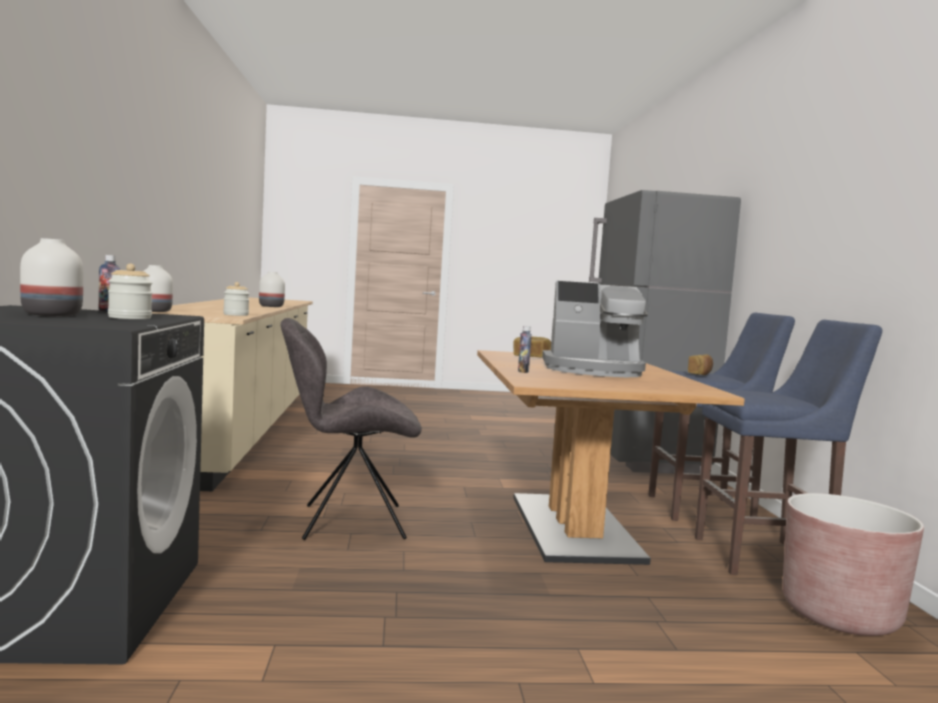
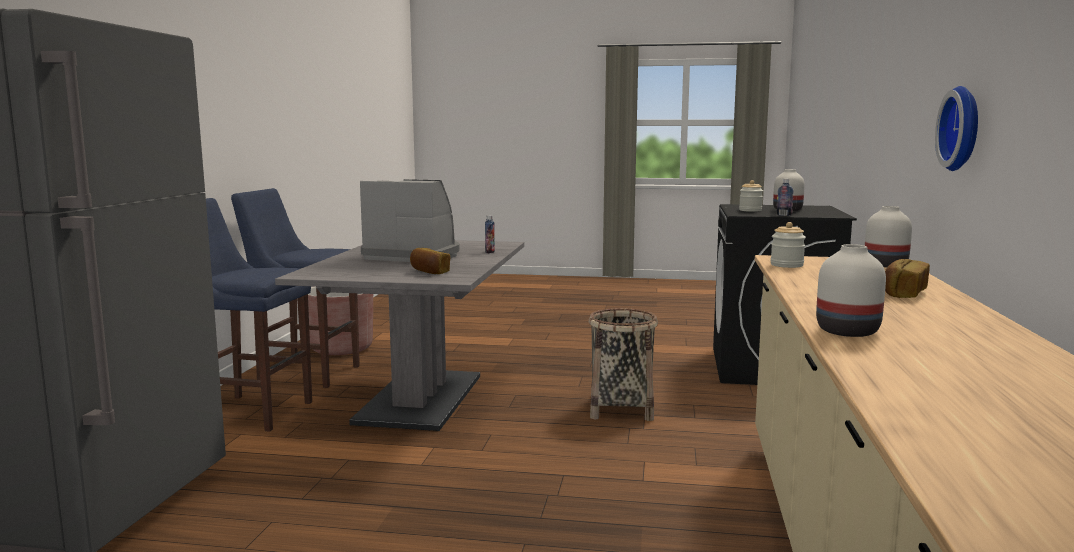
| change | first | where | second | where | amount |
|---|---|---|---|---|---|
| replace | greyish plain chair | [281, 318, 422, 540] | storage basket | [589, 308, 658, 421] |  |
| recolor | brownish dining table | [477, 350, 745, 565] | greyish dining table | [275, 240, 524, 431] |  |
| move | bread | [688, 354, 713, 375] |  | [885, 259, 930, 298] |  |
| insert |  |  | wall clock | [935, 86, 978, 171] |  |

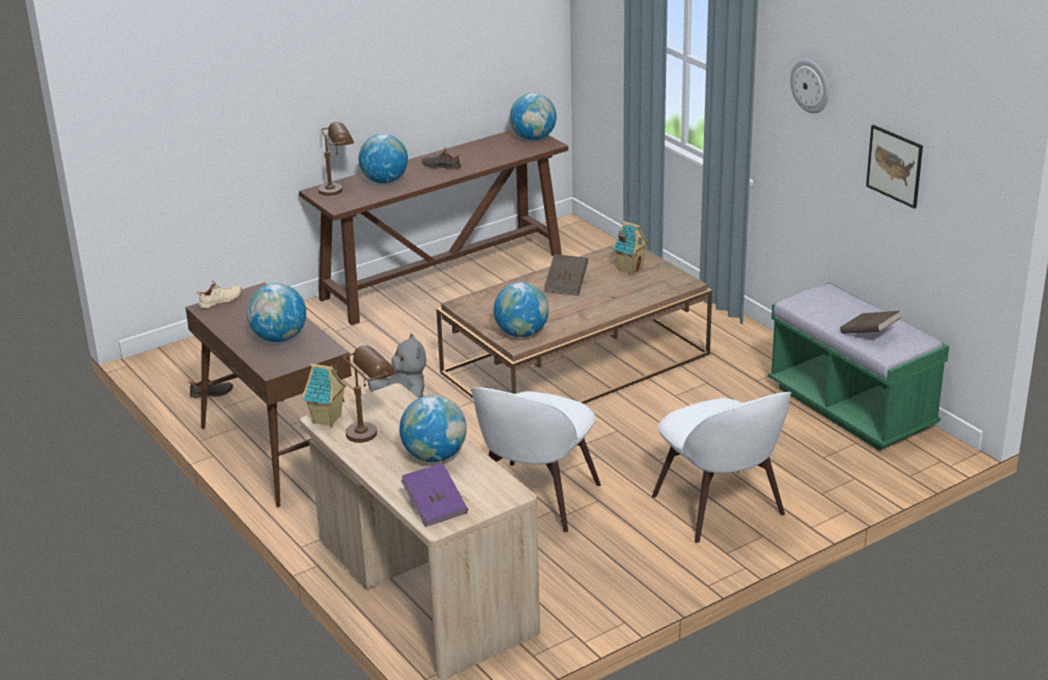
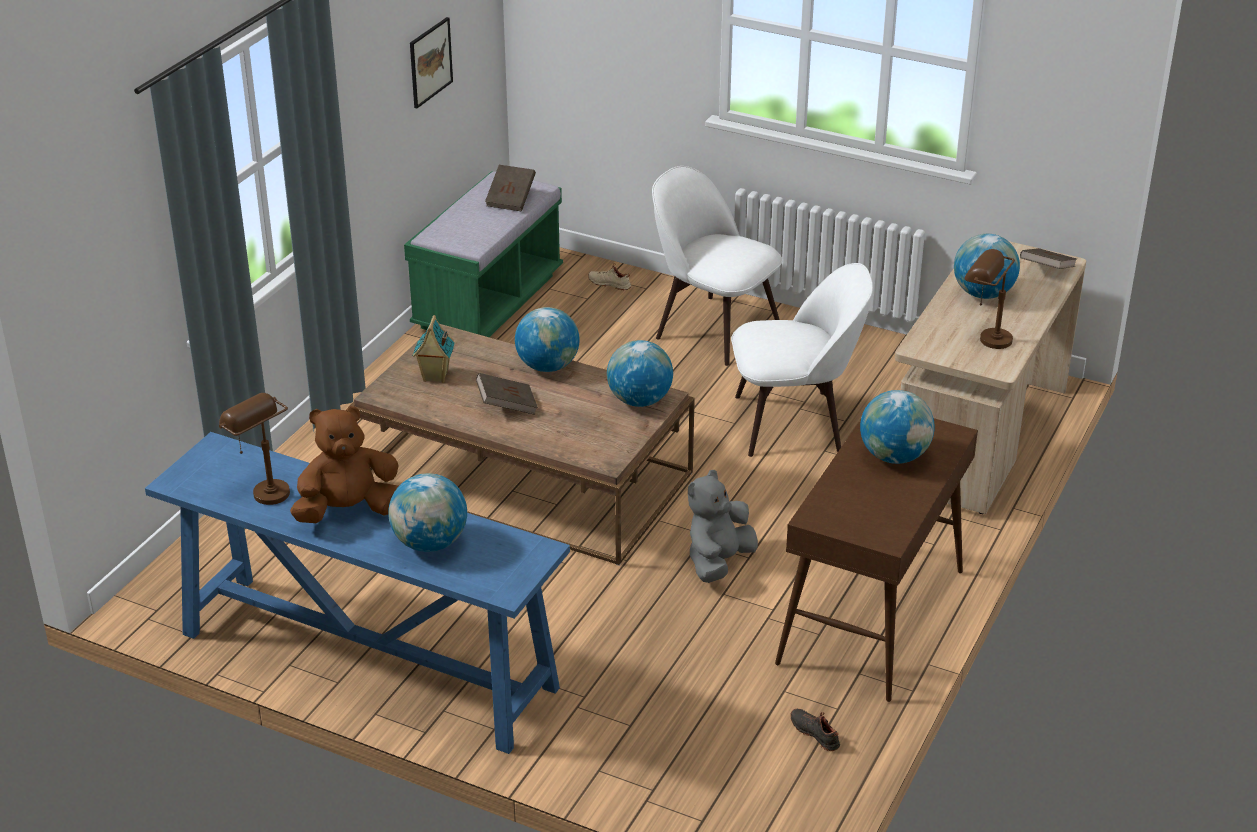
| change | first | where | second | where | amount |
|---|---|---|---|---|---|
| move | beige shoe | [197, 281, 242, 309] |  | [588, 263, 631, 291] |  |
| recolor | brownish console table | [299, 129, 568, 325] | blue-coloured console table | [145, 432, 570, 754] |  |
| delete | model house | [302, 363, 347, 427] |  |  |  |
| move | brownish tabletop lamp | [318, 122, 354, 196] |  | [219, 393, 290, 505] |  |
| recolor | purple-coloured bound book | [401, 463, 468, 527] | brownish bound book | [1020, 248, 1077, 269] |  |
| replace | black-coloured shoe | [422, 147, 461, 170] | brownish cuddly toy | [290, 406, 399, 523] |  |
| move | world globe | [510, 93, 557, 140] |  | [515, 307, 580, 372] |  |
| rotate | white-coloured plain chair | [652, 392, 791, 543] |  | [652, 166, 782, 366] | 90 degrees counterclockwise |
| delete | wall clock | [790, 59, 829, 113] |  |  |  |

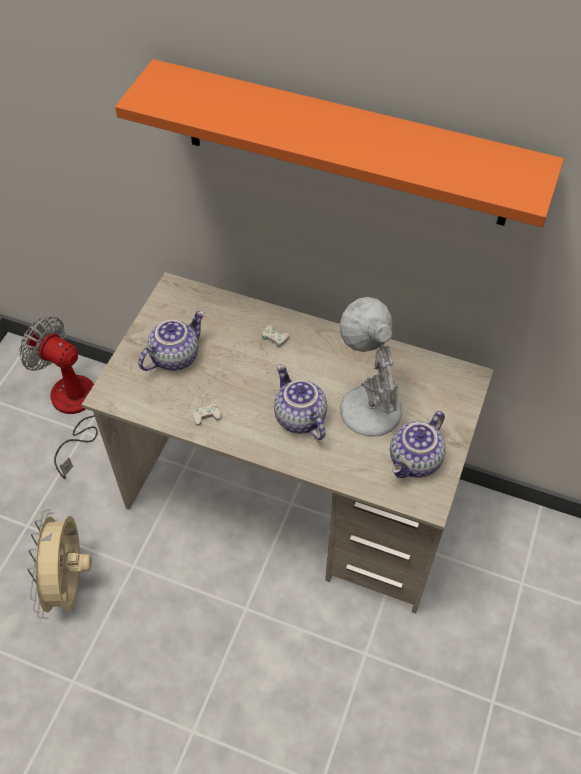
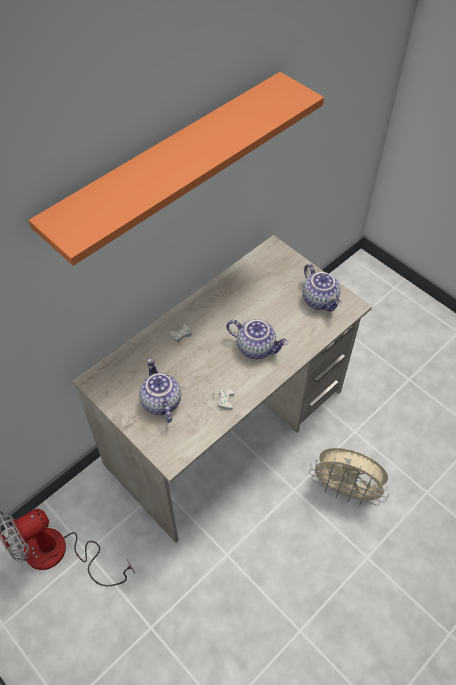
| change | first | where | second | where | amount |
|---|---|---|---|---|---|
| move | beige fan | [27, 510, 92, 619] |  | [309, 448, 389, 506] |  |
| rotate | tea pot | [274, 364, 327, 440] |  | [226, 319, 288, 359] | 150 degrees counterclockwise |
| delete | white-coloured tabletop lamp | [340, 297, 402, 437] |  |  |  |

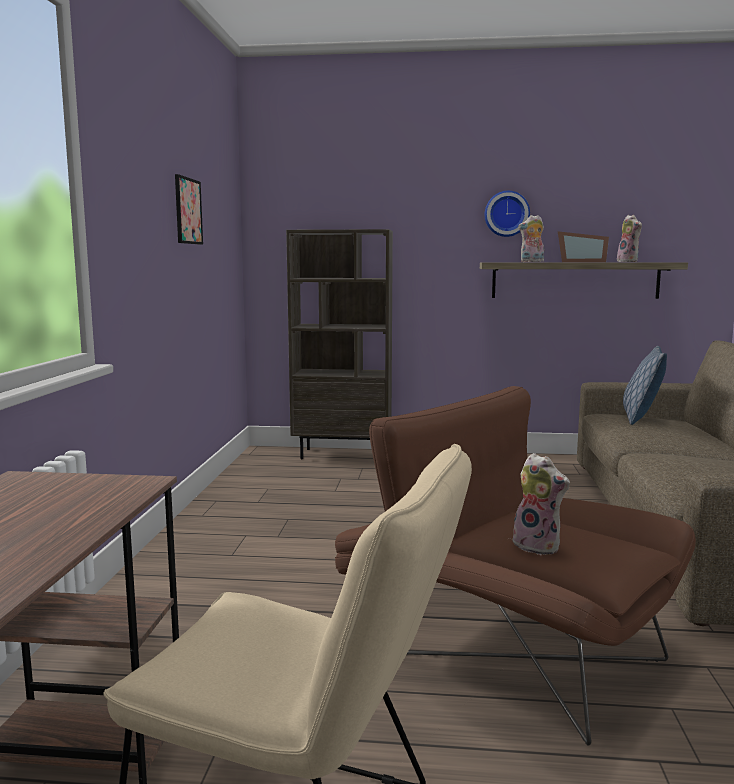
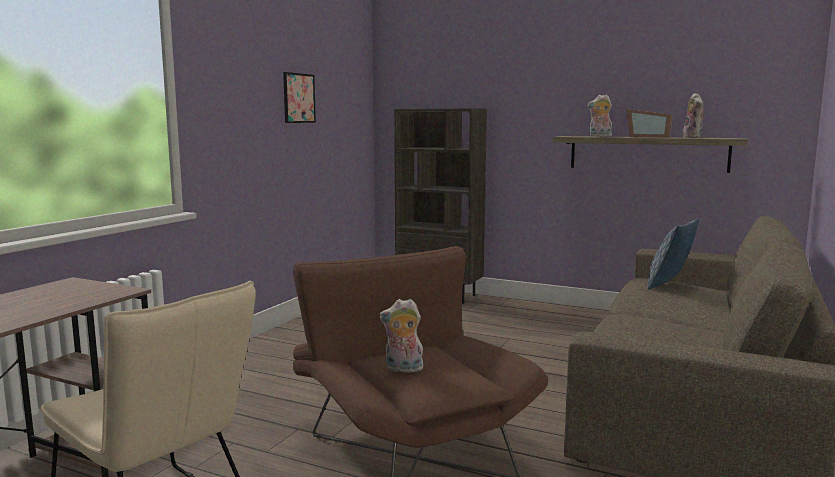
| change | first | where | second | where | amount |
|---|---|---|---|---|---|
| delete | wall clock | [485, 191, 530, 237] |  |  |  |
| rotate | cuddly toy | [510, 453, 570, 555] |  | [379, 299, 423, 373] | 120 degrees clockwise |

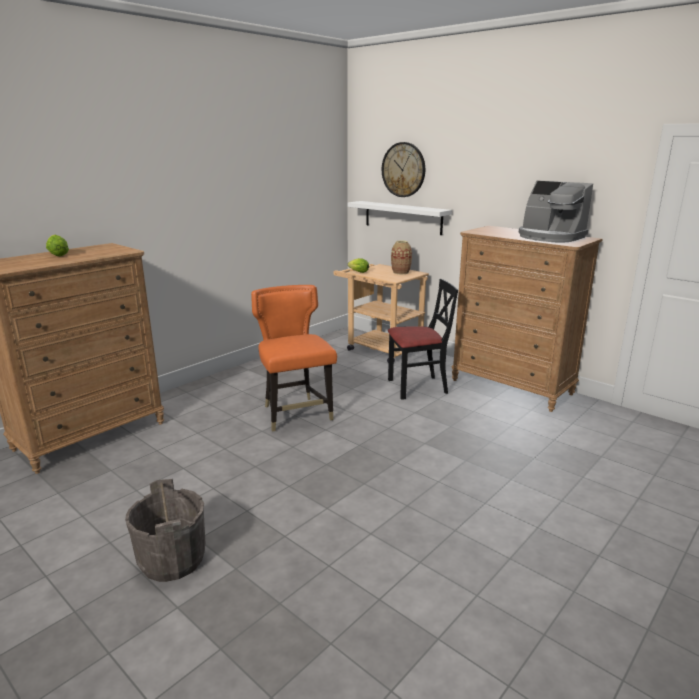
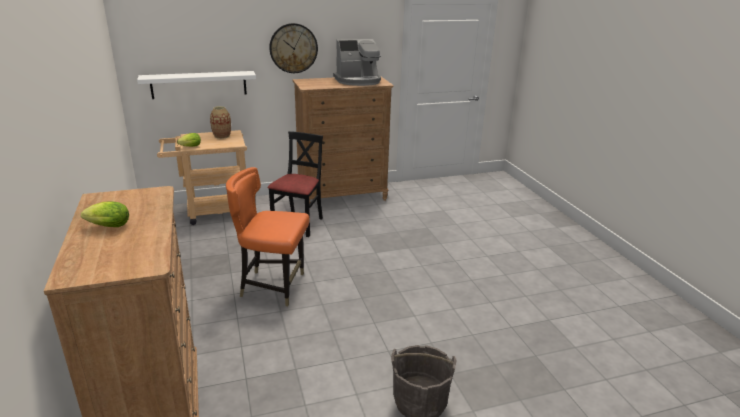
| change | first | where | second | where | amount |
|---|---|---|---|---|---|
| move | wall clock | [382, 142, 425, 197] |  | [269, 23, 318, 73] |  |

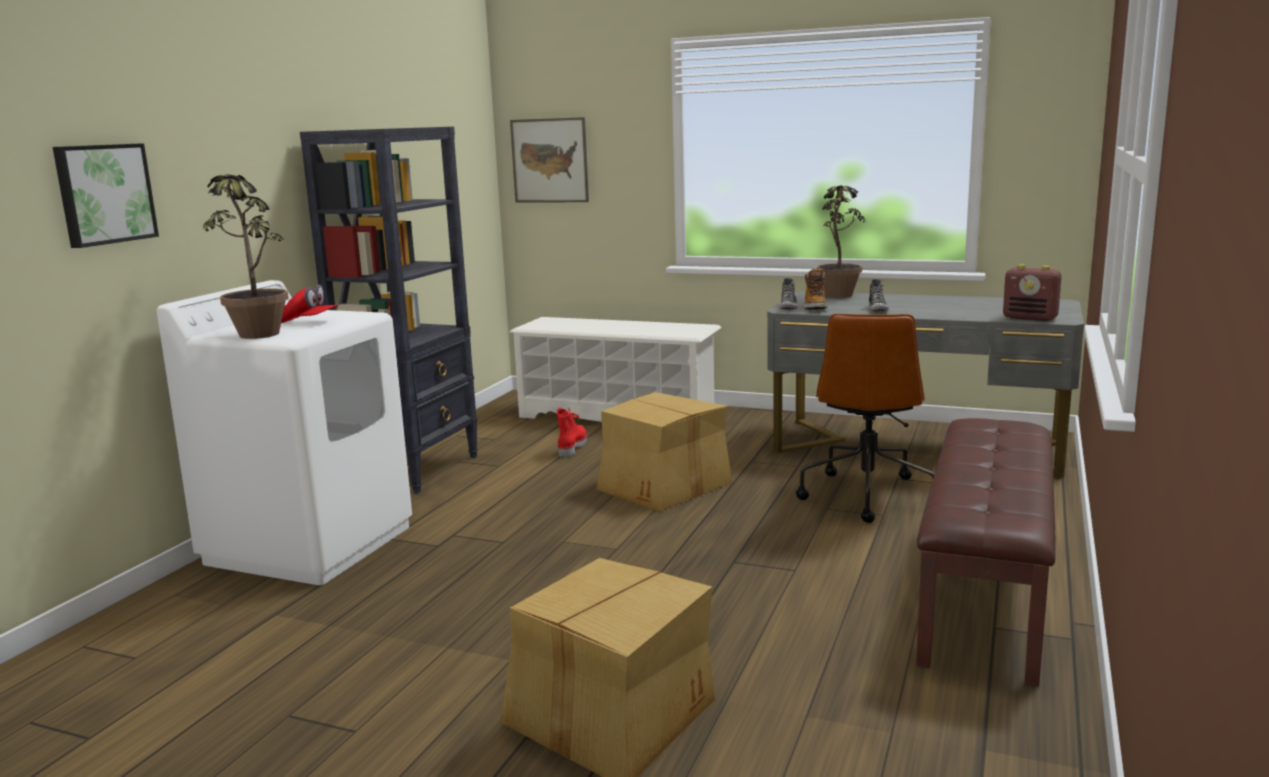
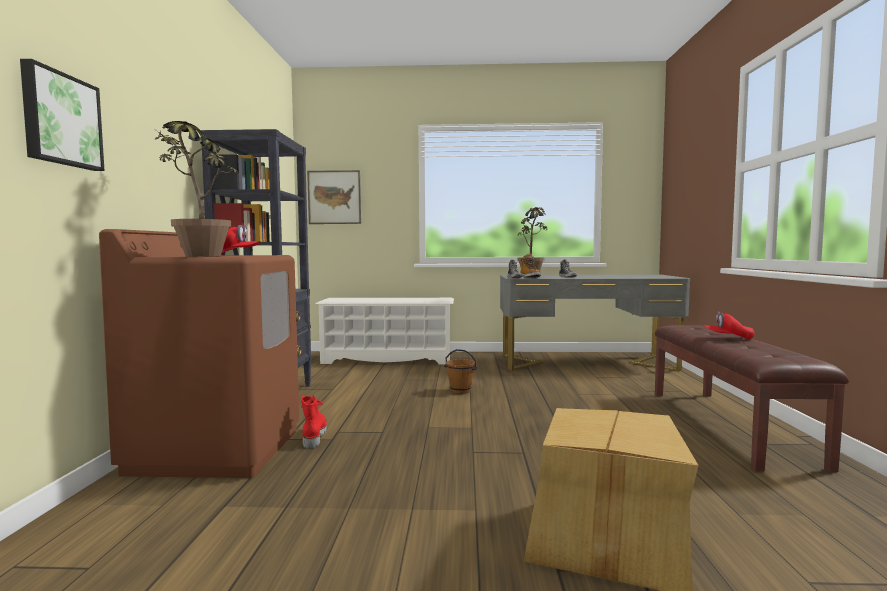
| change | first | where | second | where | amount |
|---|---|---|---|---|---|
| recolor | white-coloured laundry appliance | [157, 280, 412, 585] | brownish laundry appliance | [99, 229, 299, 478] |  |
| move | reddish high-top boot | [557, 407, 587, 458] |  | [301, 395, 327, 448] |  |
| replace | carton | [597, 392, 732, 511] | brownish bucket | [444, 349, 477, 394] |  |
| delete | brownish office chair | [796, 314, 935, 523] |  |  |  |
| delete | radio set | [1003, 264, 1061, 321] |  |  |  |
| insert |  |  | reddish baseball cap | [704, 311, 754, 340] |  |

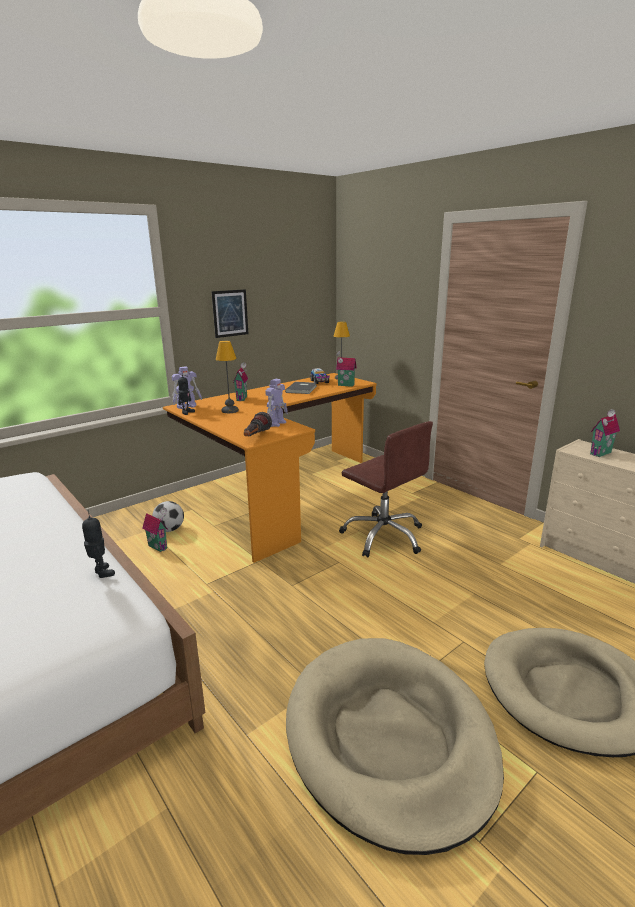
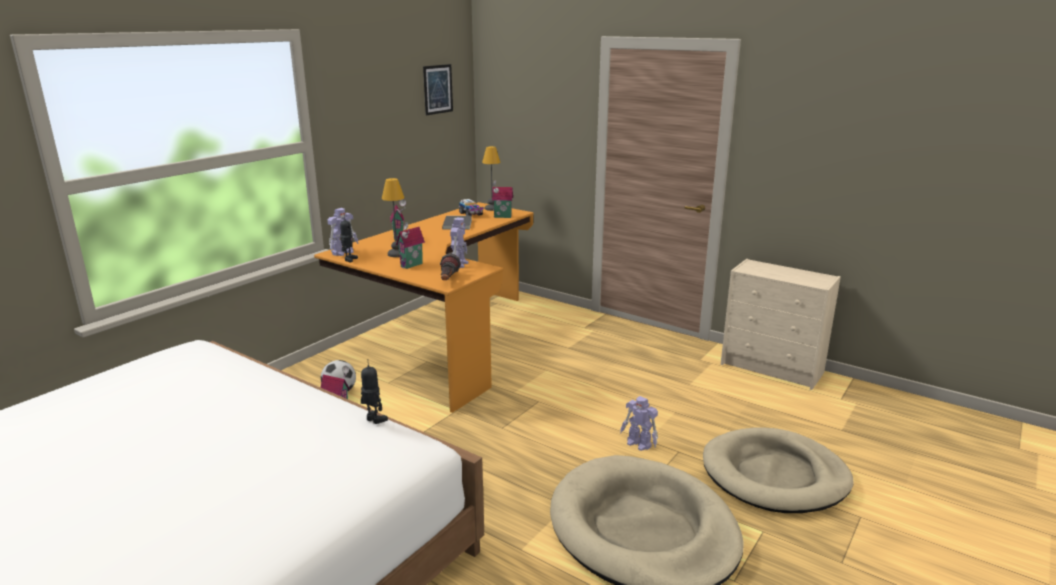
| change | first | where | second | where | amount |
|---|---|---|---|---|---|
| move | wall picture | [211, 289, 248, 338] |  | [423, 64, 453, 115] |  |
| delete | brownish office chair | [339, 421, 433, 557] |  |  |  |
| move | model house | [590, 409, 620, 457] |  | [396, 222, 425, 269] |  |
| insert |  |  | toy robot | [620, 396, 658, 451] |  |

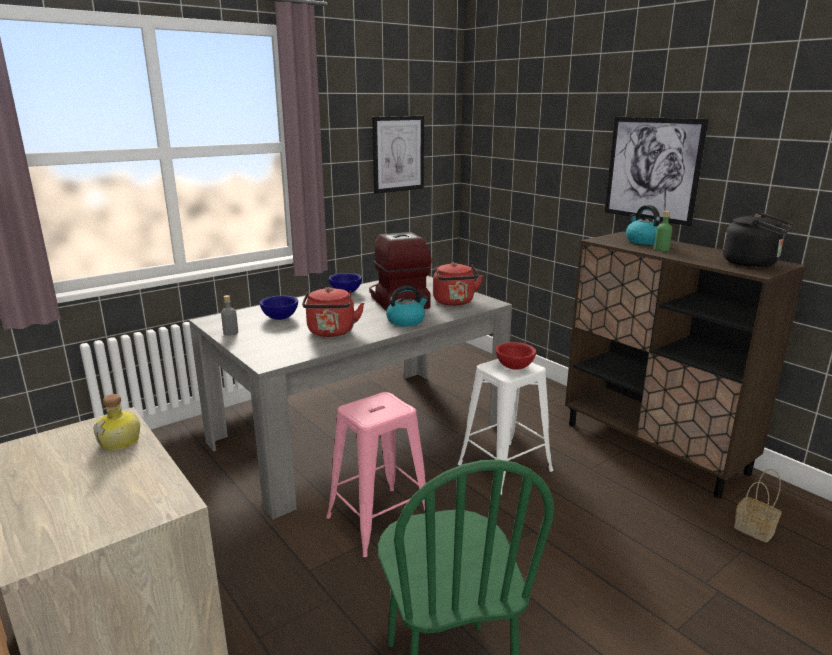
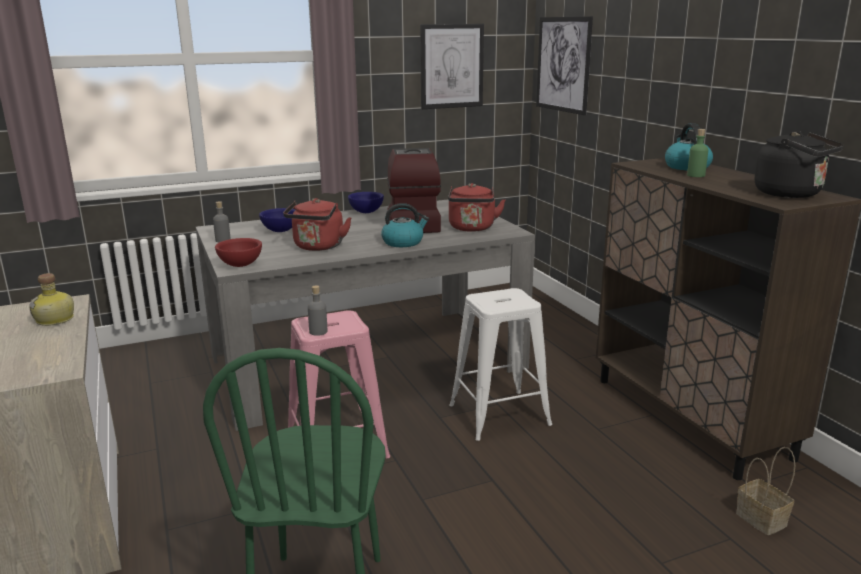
| change | first | where | second | where | amount |
|---|---|---|---|---|---|
| move | reddish bowl | [495, 342, 536, 370] |  | [215, 238, 262, 267] |  |
| move | wall picture | [605, 117, 708, 226] |  | [536, 16, 593, 115] |  |
| insert |  |  | greyish beverage bottle | [308, 285, 327, 336] |  |

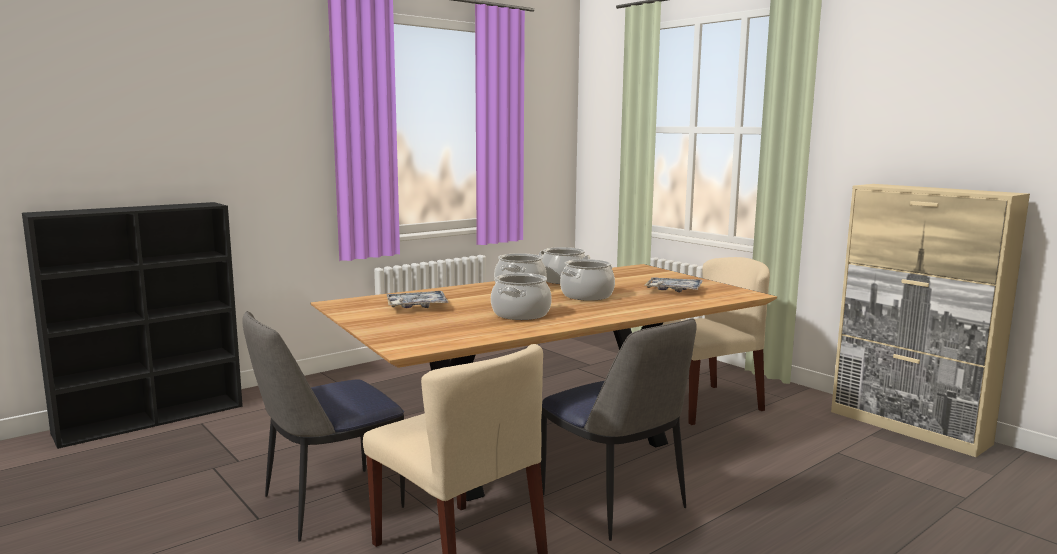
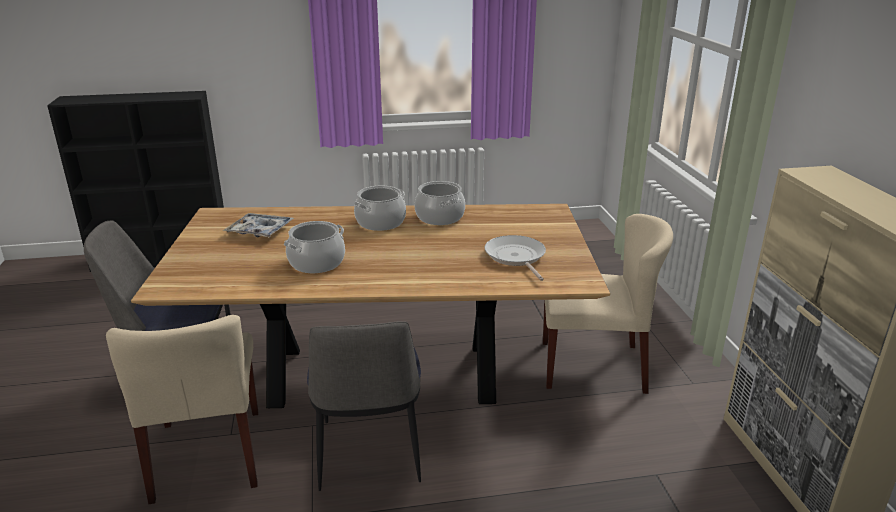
| change | first | where | second | where | amount |
|---|---|---|---|---|---|
| delete | stockpot | [560, 259, 615, 301] |  |  |  |
| replace | serving tray | [644, 277, 703, 293] | frying pan | [484, 235, 546, 281] |  |

